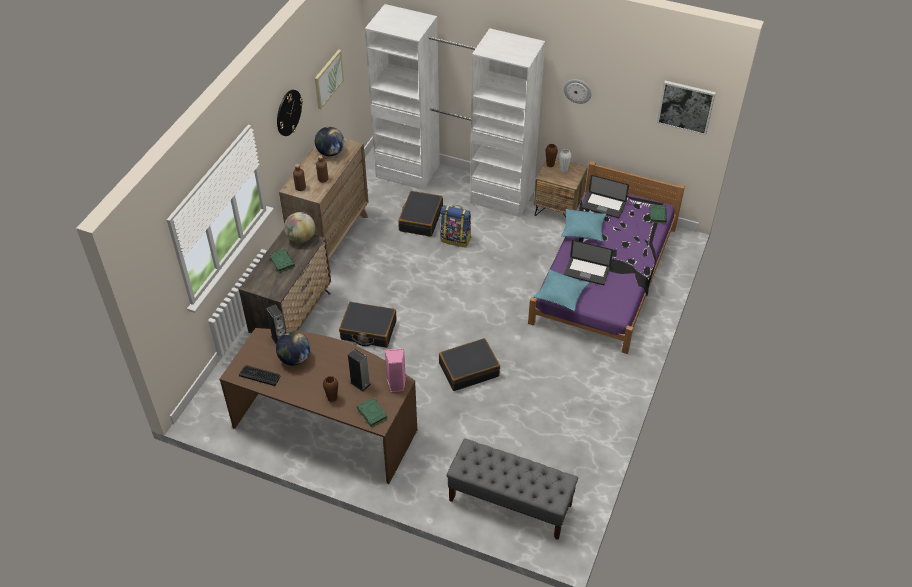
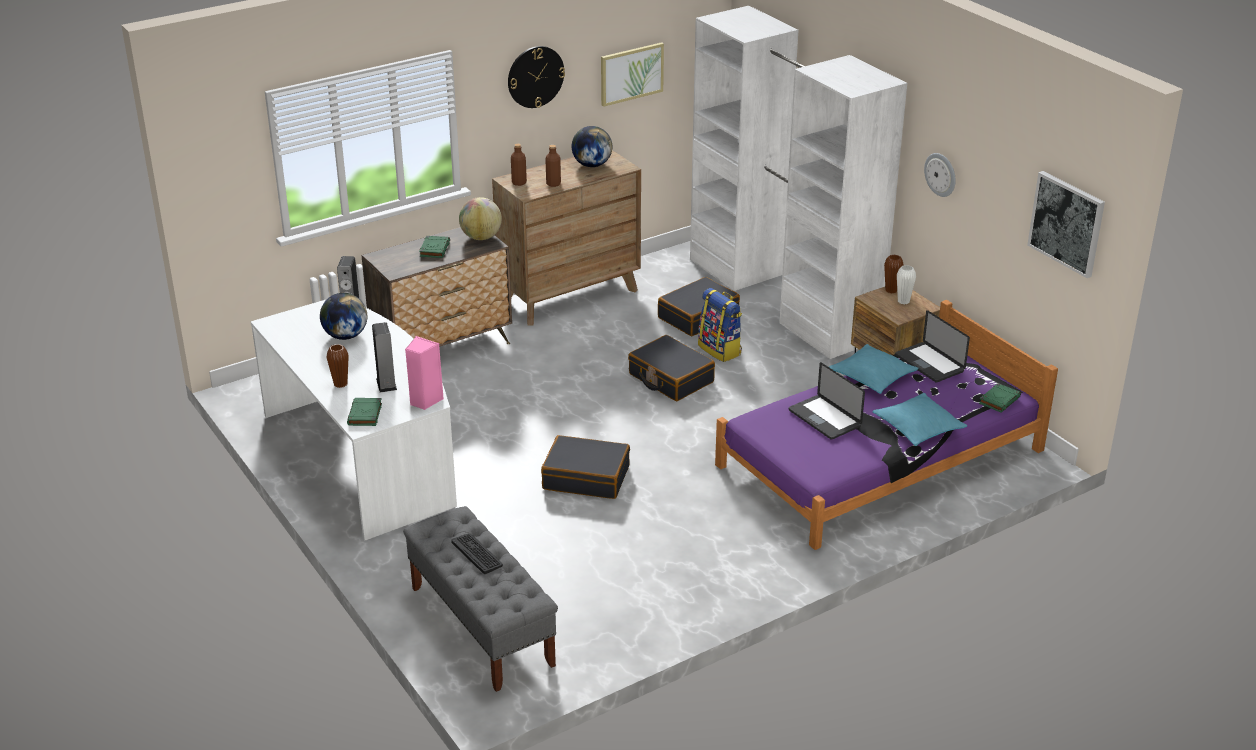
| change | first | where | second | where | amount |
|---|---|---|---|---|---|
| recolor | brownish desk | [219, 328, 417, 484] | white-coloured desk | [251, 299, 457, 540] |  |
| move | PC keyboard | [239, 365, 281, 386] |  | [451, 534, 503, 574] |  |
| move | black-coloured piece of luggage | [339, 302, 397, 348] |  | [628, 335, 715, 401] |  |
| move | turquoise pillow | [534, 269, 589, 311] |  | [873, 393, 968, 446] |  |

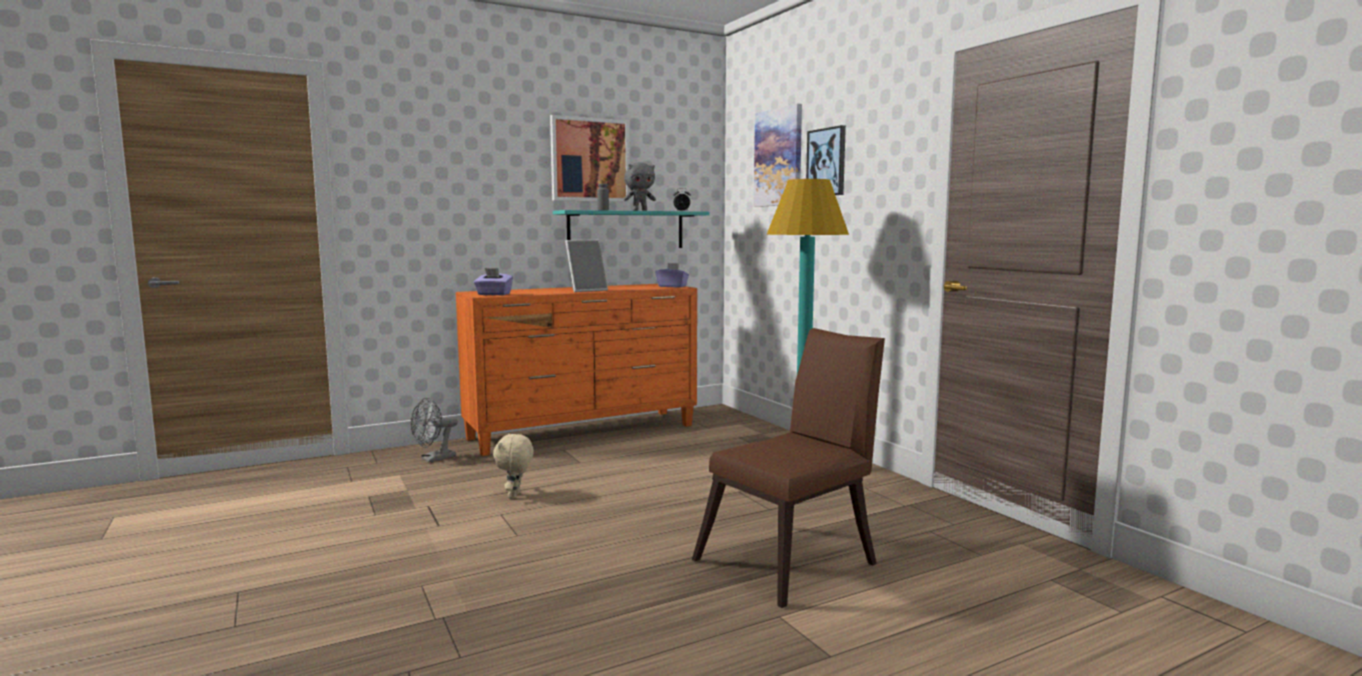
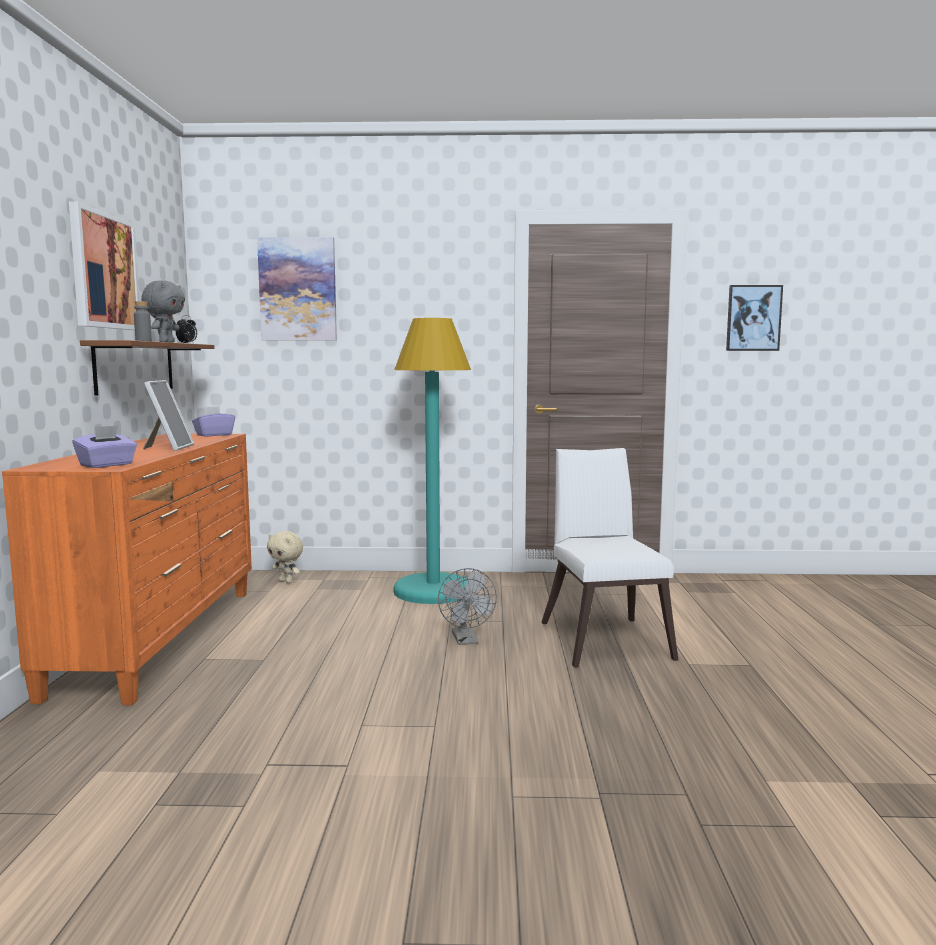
| change | first | where | second | where | amount |
|---|---|---|---|---|---|
| move | greyish fan | [411, 397, 458, 462] |  | [438, 568, 497, 645] |  |
| move | beige cuddly toy | [493, 433, 534, 499] |  | [267, 531, 303, 583] |  |
| recolor | turquoise bracket shelf | [553, 210, 710, 248] | brownish bracket shelf | [80, 340, 215, 396] |  |
| recolor | brownish plain chair | [692, 328, 885, 608] | white-coloured plain chair | [541, 448, 678, 667] |  |
| move | wall picture | [806, 125, 846, 195] |  | [726, 285, 783, 351] |  |

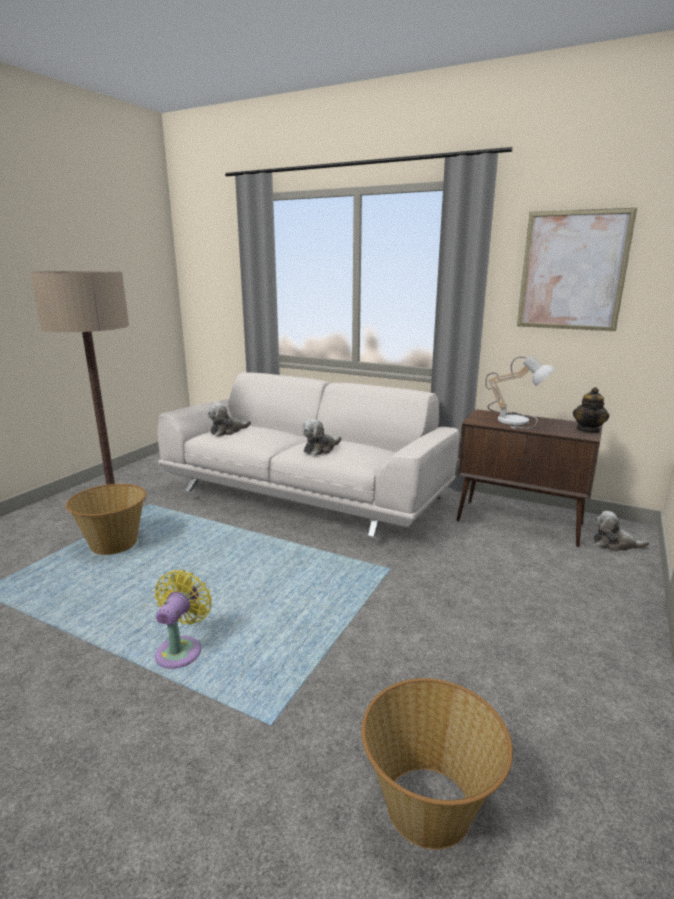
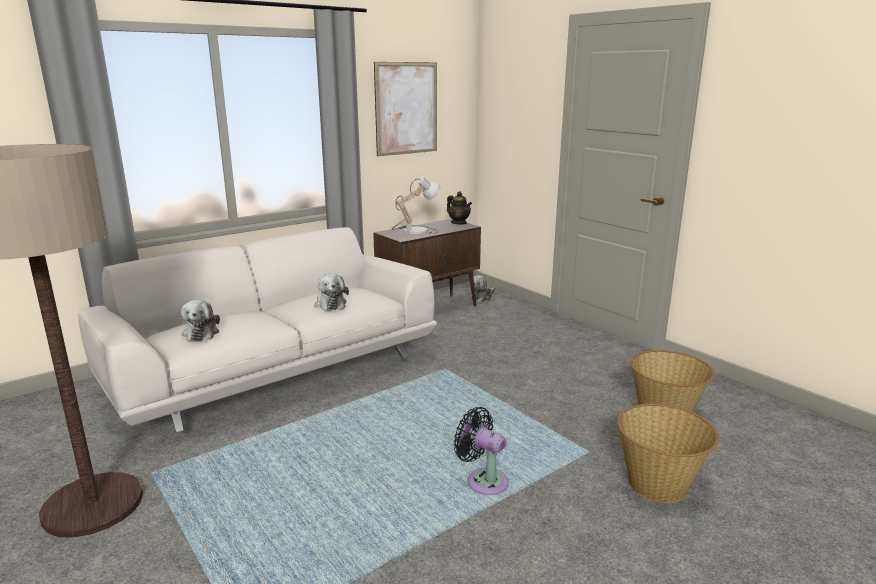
| change | first | where | second | where | amount |
|---|---|---|---|---|---|
| move | storage basket | [66, 484, 146, 555] |  | [617, 404, 719, 503] |  |
| recolor | yellow fan | [155, 570, 212, 669] | black-coloured fan | [454, 407, 509, 495] |  |

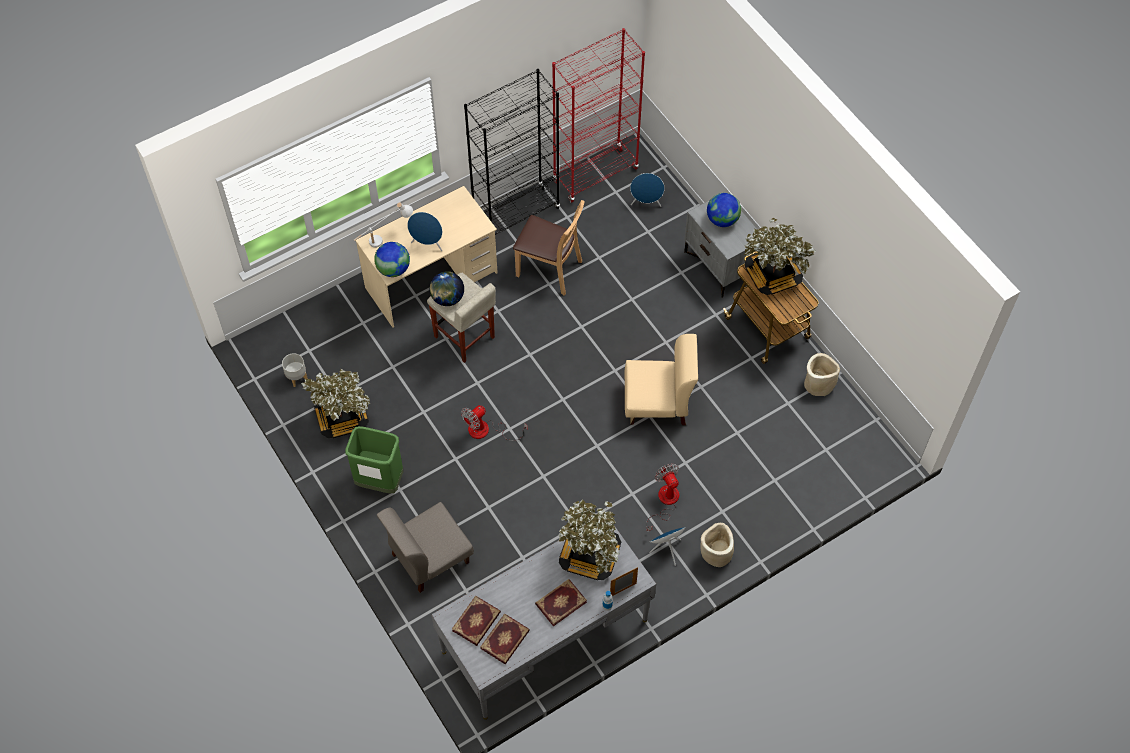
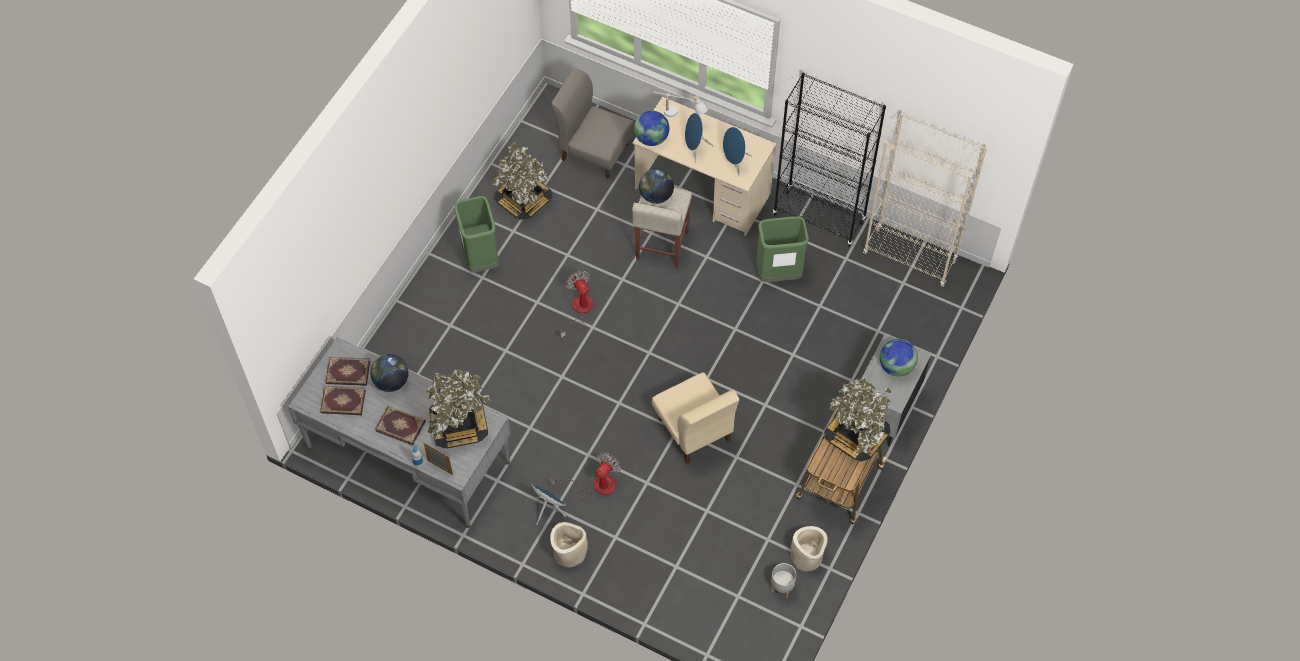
| change | first | where | second | where | amount |
|---|---|---|---|---|---|
| move | greyish flower pot | [282, 353, 308, 387] |  | [771, 563, 797, 598] |  |
| move | greyish plain chair | [377, 502, 474, 593] |  | [551, 68, 634, 179] |  |
| rotate | fan | [461, 405, 528, 441] |  | [561, 271, 593, 338] | 45 degrees clockwise |
| replace | brownish plain chair | [513, 200, 585, 295] | green waste bin | [756, 216, 809, 282] |  |
| recolor | reddish shelving unit | [552, 28, 645, 203] | beige shelving unit | [863, 113, 987, 287] |  |
| move | blue-coloured loudspeaker | [630, 173, 665, 207] |  | [723, 127, 752, 176] |  |
| insert |  |  | world globe | [370, 354, 409, 392] |  |

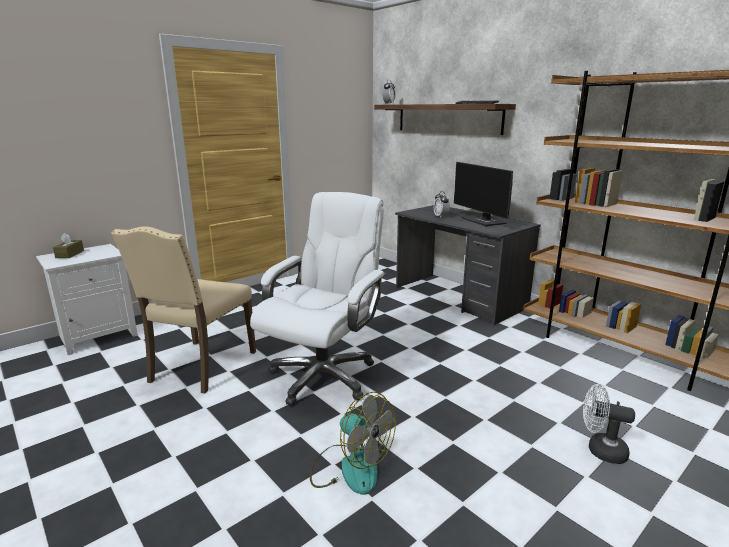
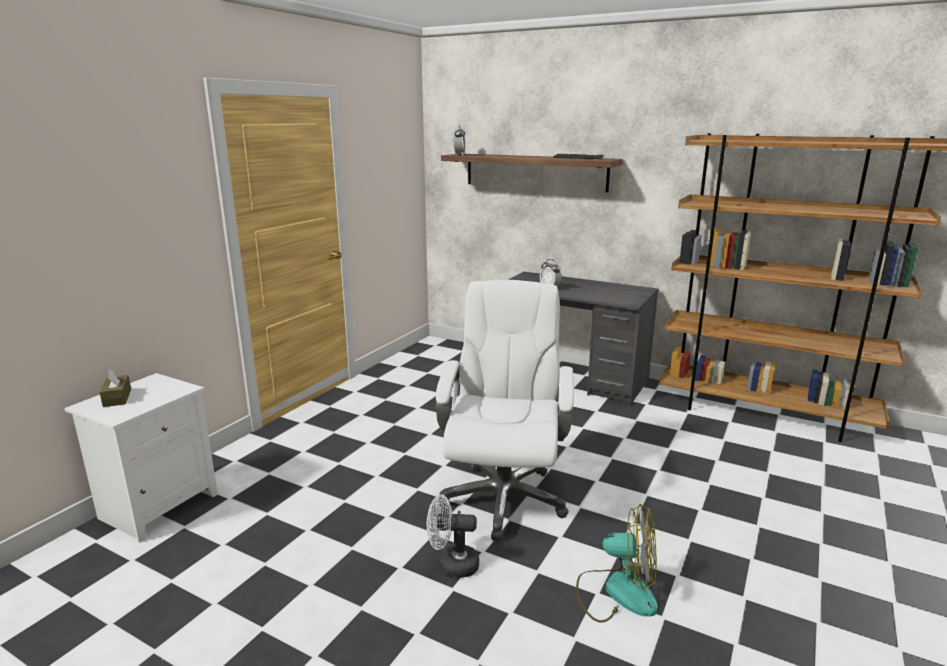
| change | first | where | second | where | amount |
|---|---|---|---|---|---|
| delete | beige plain chair | [111, 227, 256, 394] |  |  |  |
| delete | computer display | [454, 162, 513, 227] |  |  |  |
| move | white-coloured fan | [583, 384, 635, 464] |  | [427, 494, 479, 578] |  |

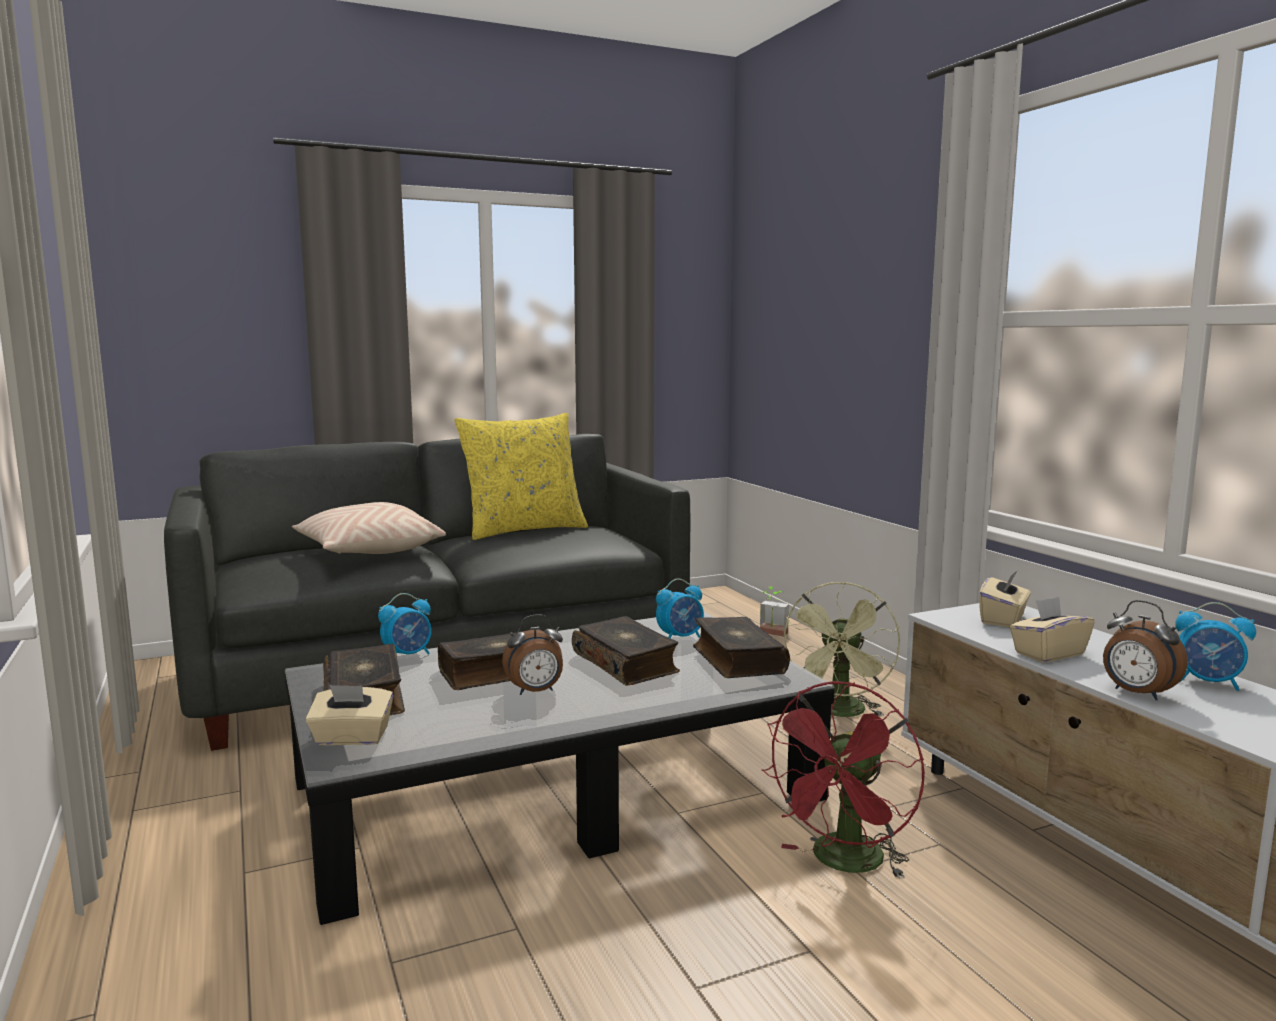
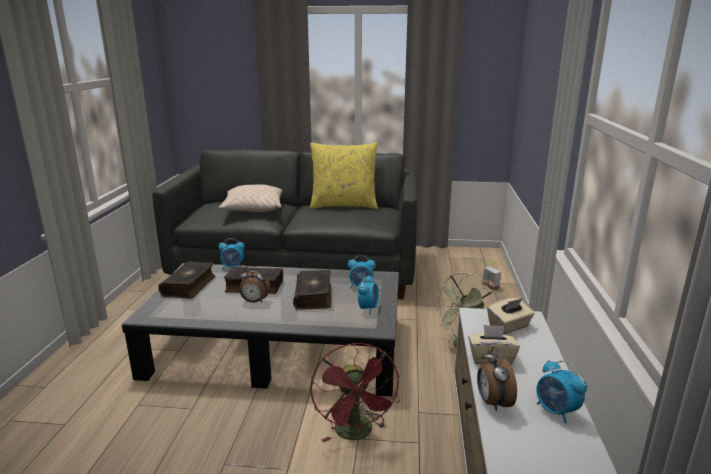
| change | first | where | second | where | amount |
|---|---|---|---|---|---|
| delete | beige tissue box | [306, 685, 393, 745] |  |  |  |
| replace | bound book | [693, 617, 790, 678] | table clock | [358, 275, 379, 314] |  |
| rotate | reddish fan | [762, 681, 925, 879] |  | [310, 343, 400, 443] | 75 degrees counterclockwise |

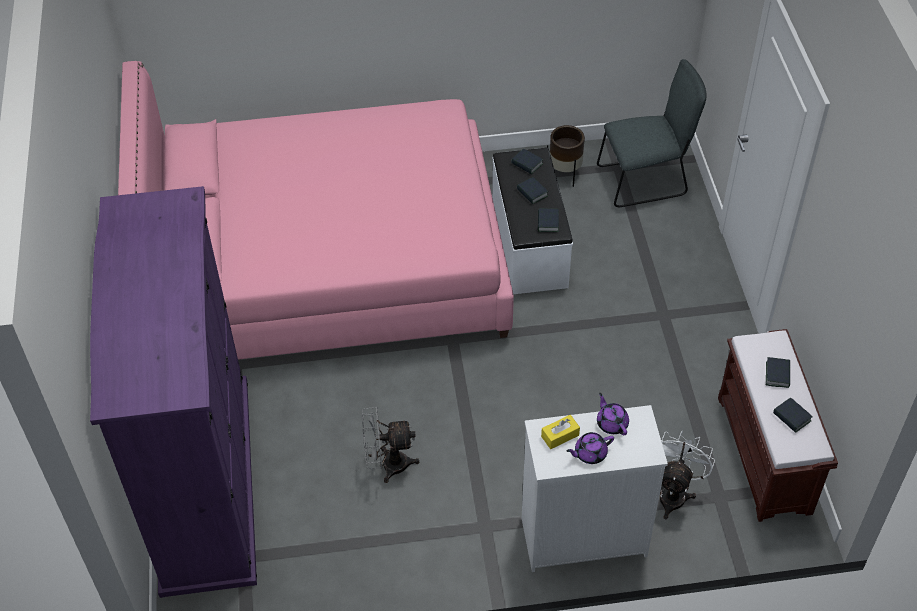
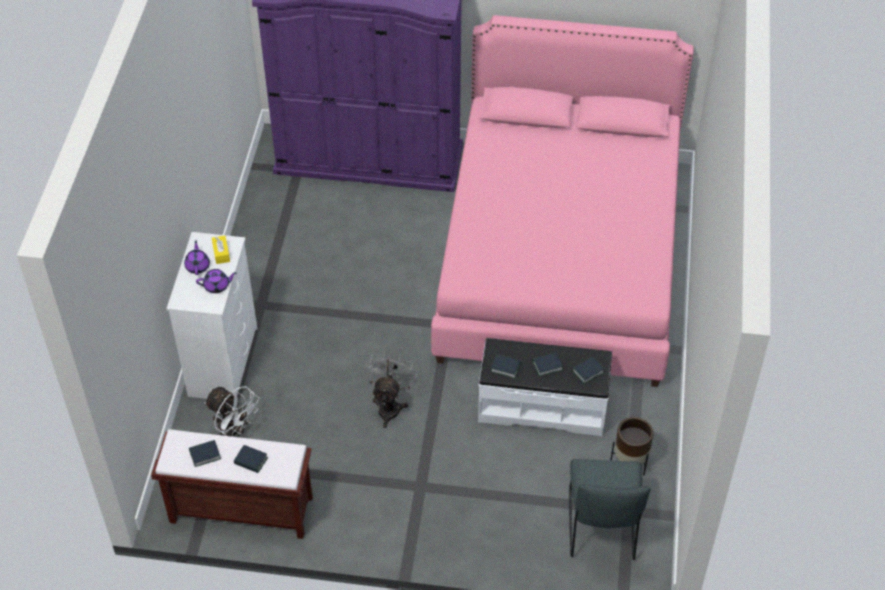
| change | first | where | second | where | amount |
|---|---|---|---|---|---|
| move | greyish fan | [362, 407, 419, 483] |  | [364, 351, 417, 428] |  |

